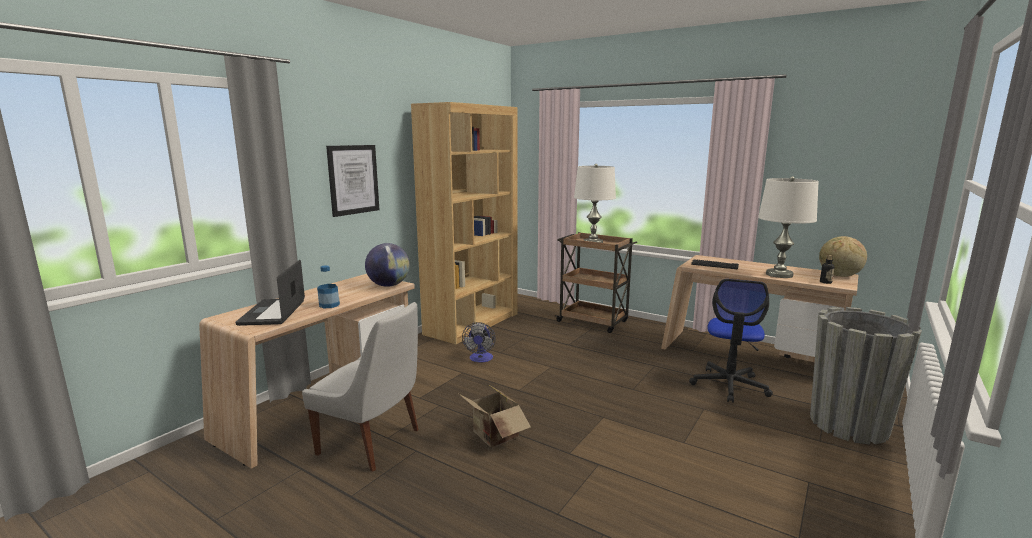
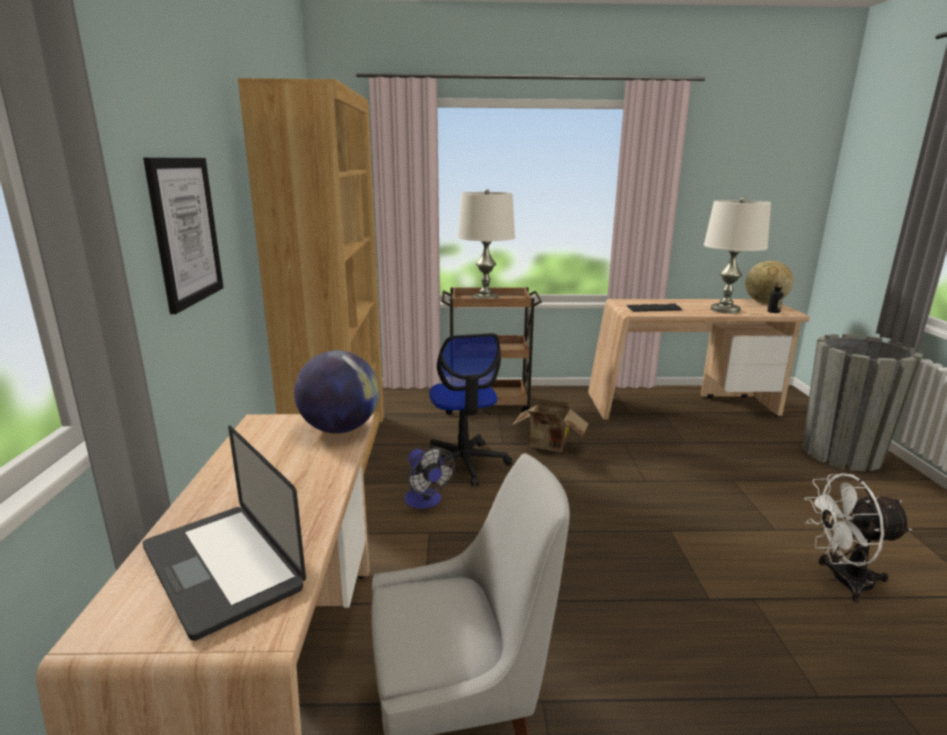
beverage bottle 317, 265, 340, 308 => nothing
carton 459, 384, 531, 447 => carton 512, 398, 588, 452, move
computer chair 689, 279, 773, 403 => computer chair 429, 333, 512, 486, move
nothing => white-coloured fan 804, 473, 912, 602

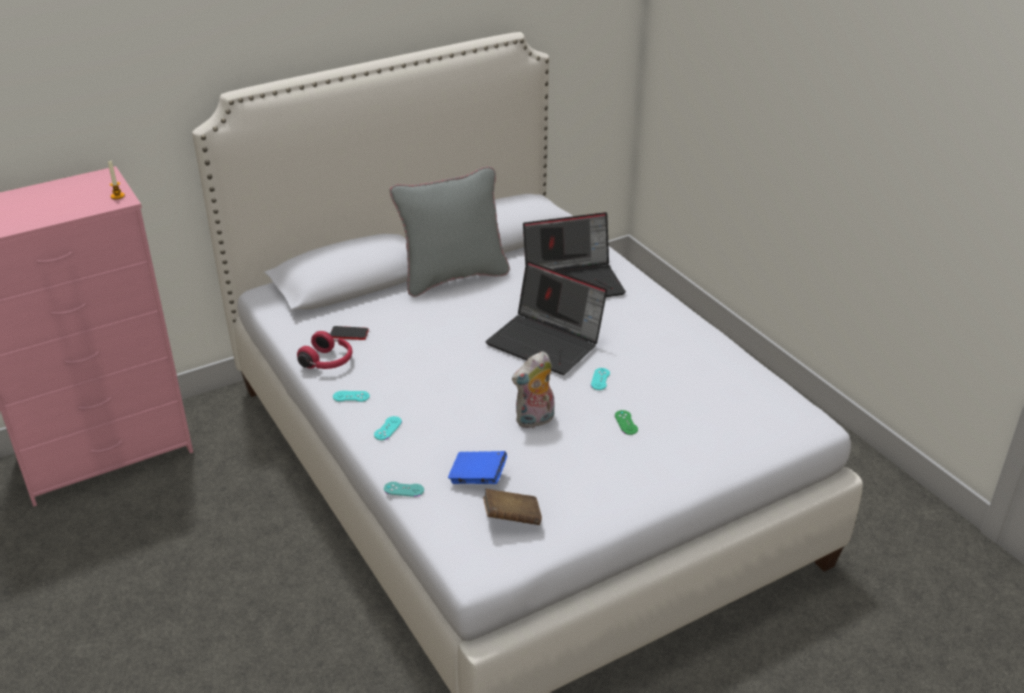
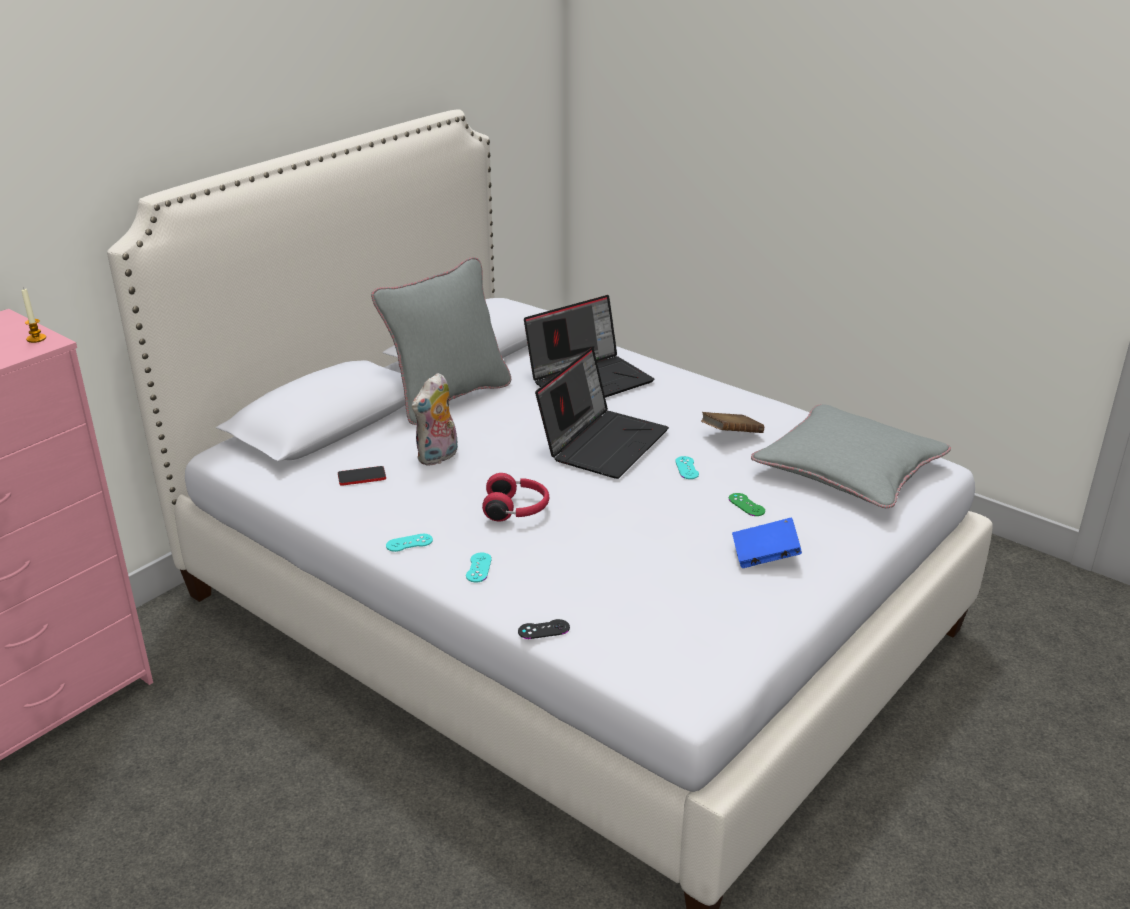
red-coloured headphones 297, 331, 352, 369 => red-coloured headphones 482, 473, 549, 522, move
turquoise joypad 384, 482, 424, 497 => blackish joypad 518, 619, 570, 639
bluish book 448, 451, 507, 484 => bluish book 732, 518, 802, 568, move
brown book 483, 489, 542, 525 => brown book 701, 412, 764, 433, move
laptop 486, 261, 607, 375 => laptop 535, 347, 669, 479, 75 degrees counterclockwise
cuddly toy 512, 351, 554, 428 => cuddly toy 412, 373, 458, 466, move
nothing => greyish throw pillow 751, 404, 951, 508

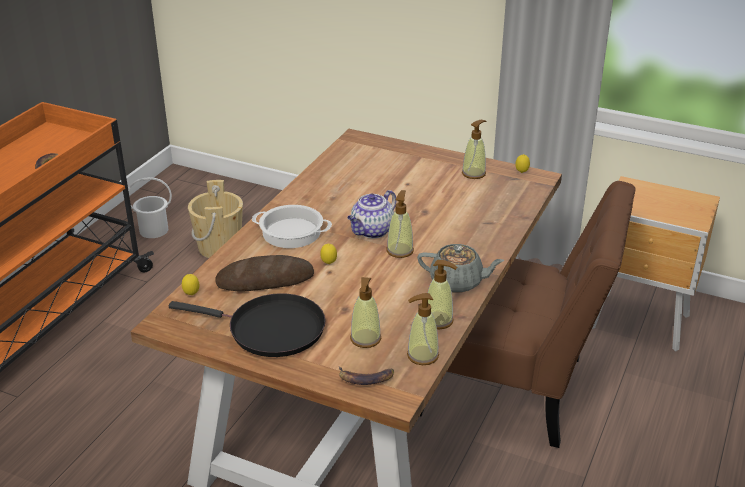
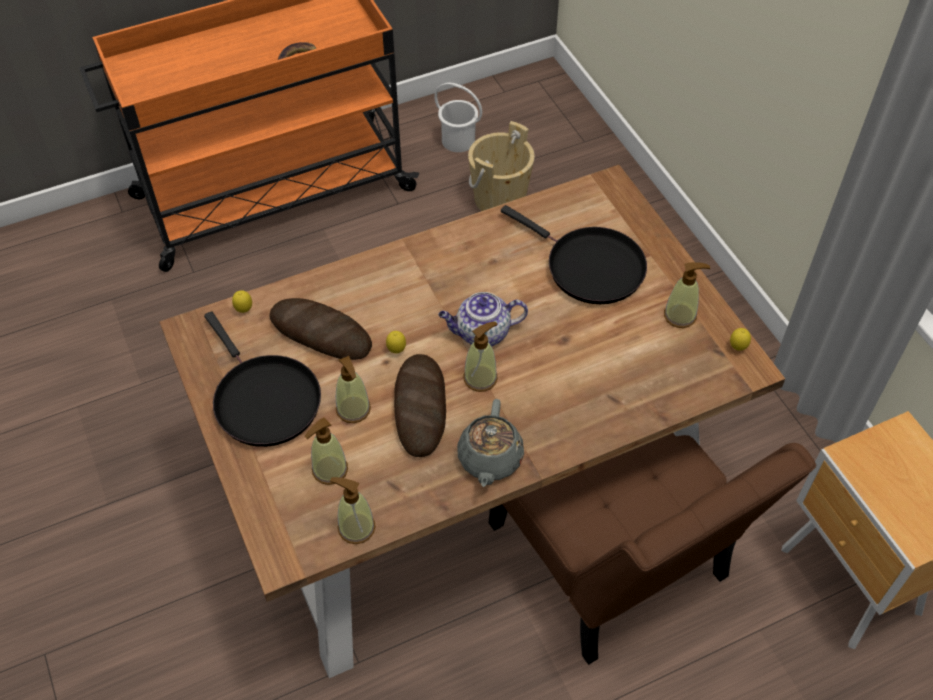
cooking pot 252, 205, 332, 248 => nothing
banana 339, 366, 394, 385 => nothing
greyish pot for tea 417, 244, 505, 293 => greyish pot for tea 457, 399, 524, 487, 45 degrees clockwise
soap dispenser 428, 260, 457, 329 => soap dispenser 336, 356, 371, 423, move
nothing => baked bread 394, 354, 446, 457
nothing => blackish pan 501, 205, 647, 304

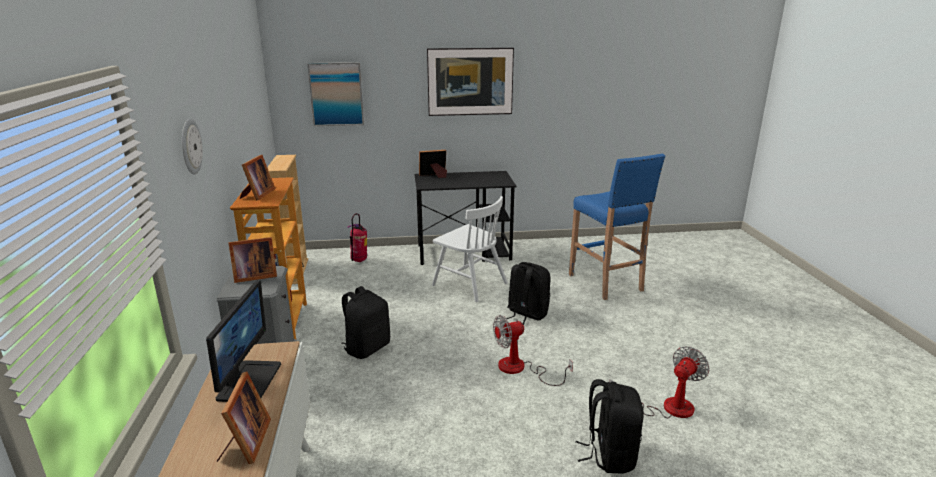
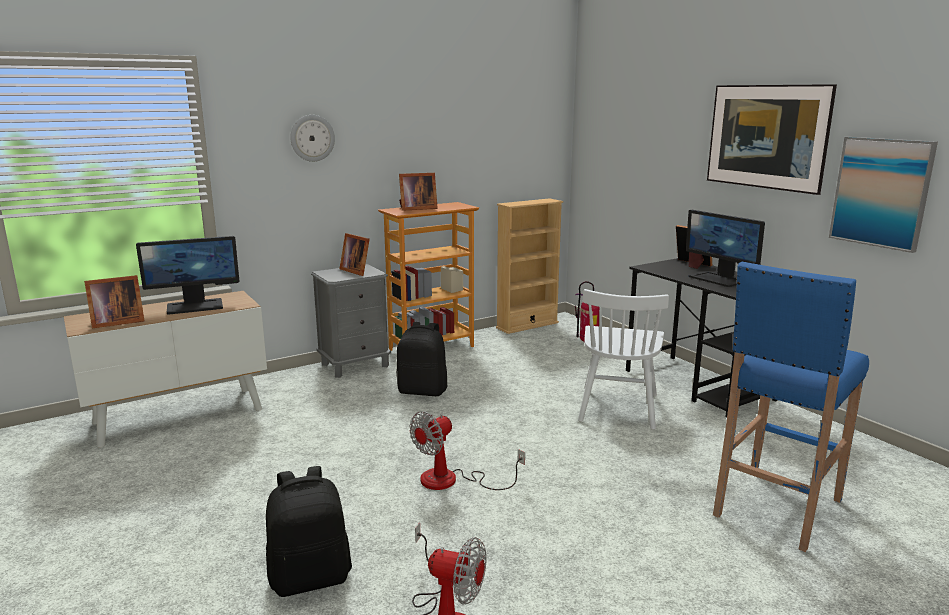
picture 307, 62, 364, 126 => picture 829, 137, 938, 253, move
fan 493, 315, 573, 386 => fan 409, 411, 525, 490, 90 degrees counterclockwise
blackish backpack 506, 262, 550, 325 => nothing
nothing => monitor 686, 210, 765, 287

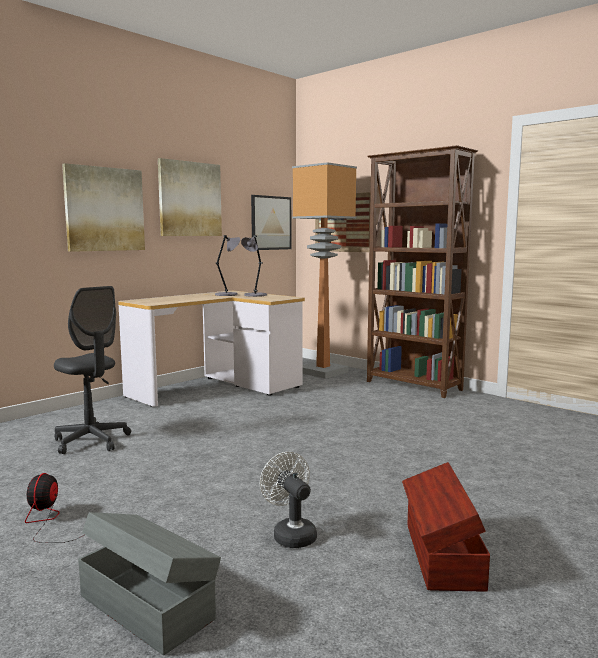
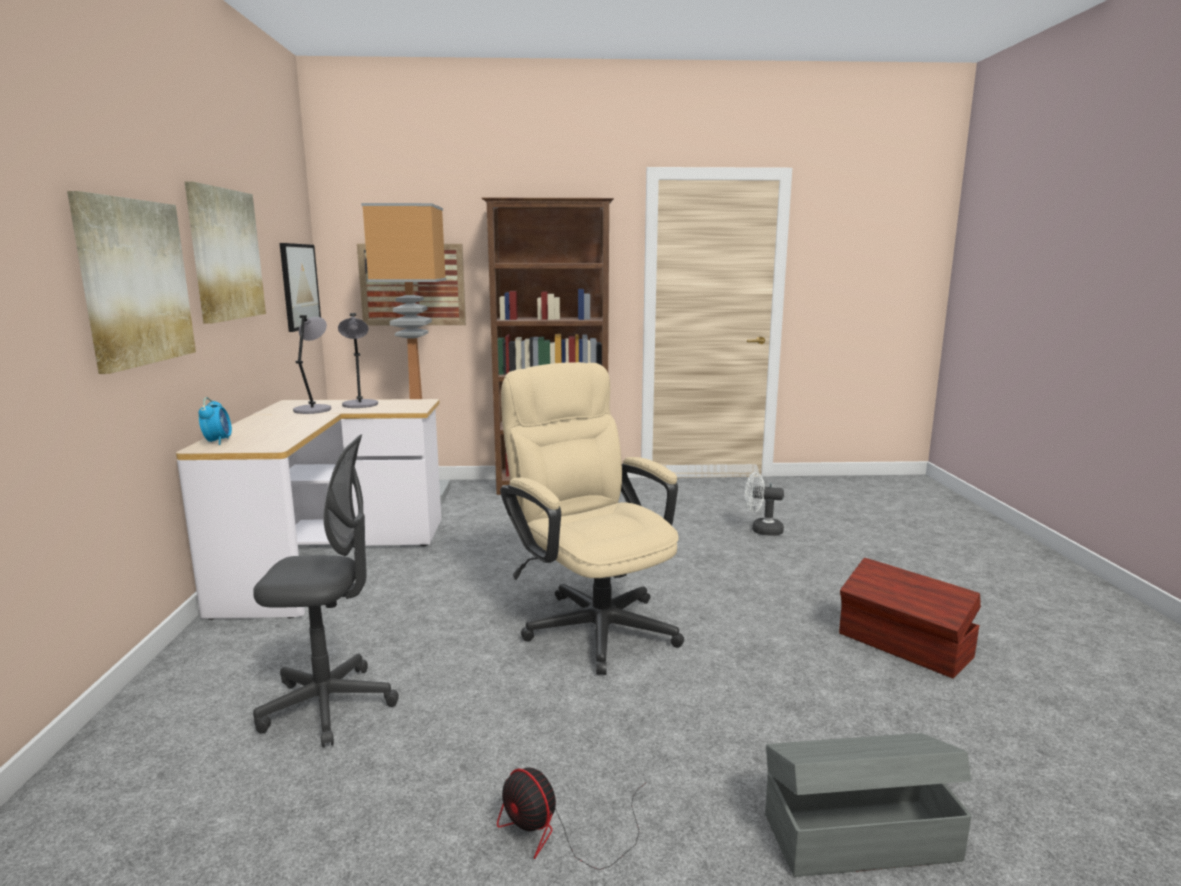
white-coloured fan 260, 452, 317, 548 => white-coloured fan 745, 472, 784, 536, move
nothing => table clock 198, 397, 232, 445
nothing => beige-coloured computer chair 500, 362, 684, 675

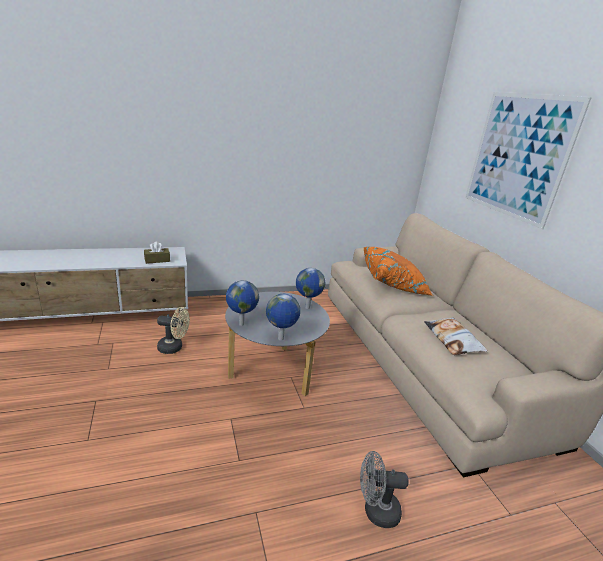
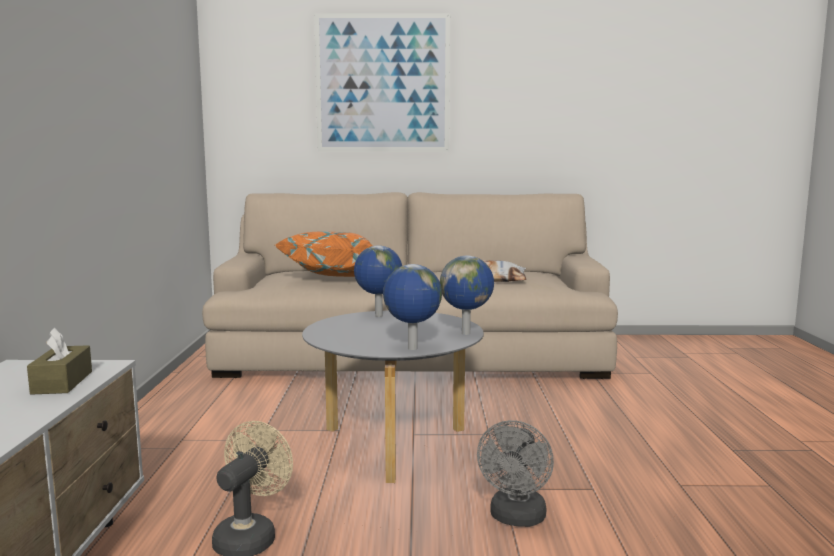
greyish fan 360, 451, 409, 528 => greyish fan 477, 420, 554, 527, move

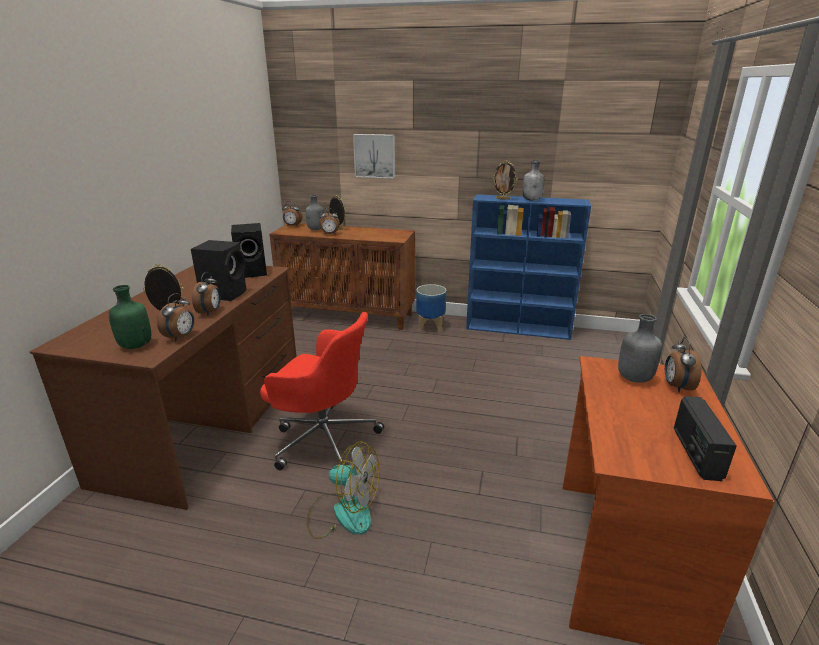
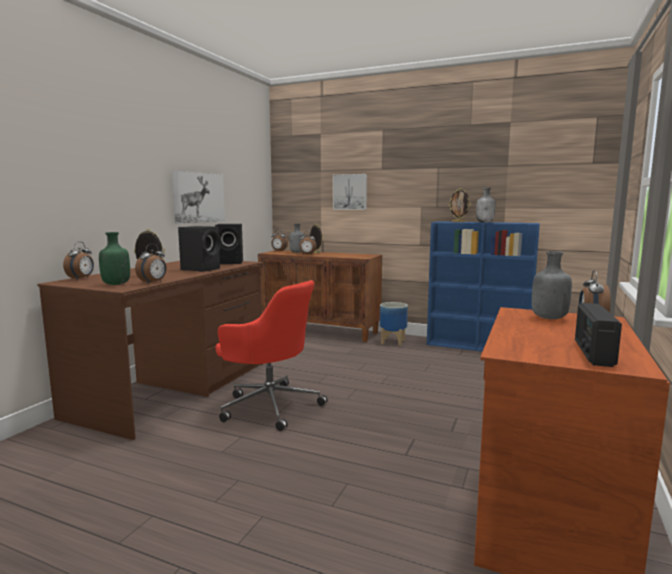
table clock 192, 272, 221, 316 => table clock 63, 242, 94, 280, move
fan 307, 441, 379, 539 => nothing
nothing => picture 172, 171, 225, 224

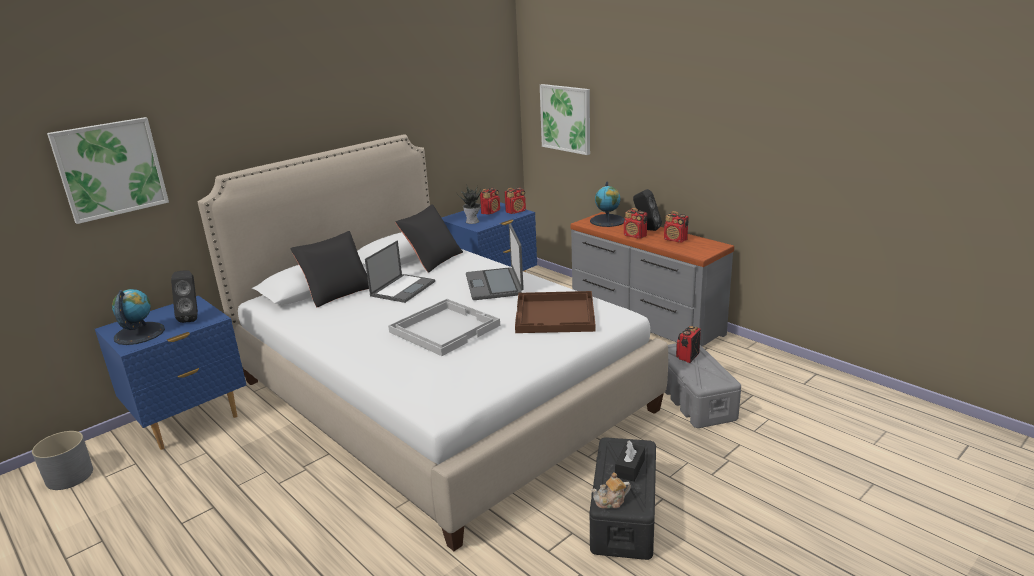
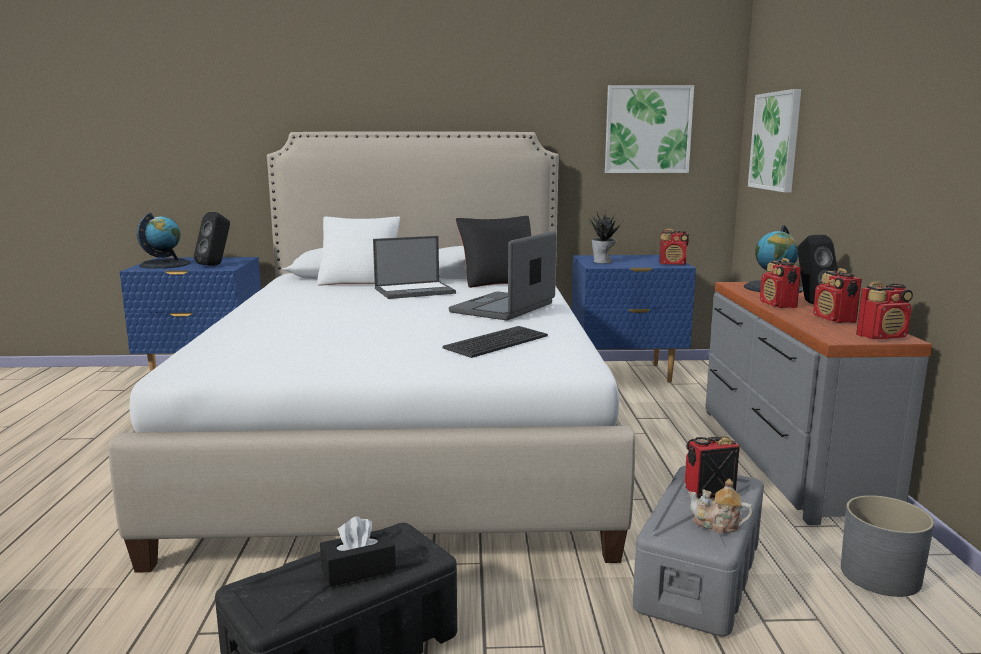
greyish plant pot 32, 431, 93, 490 => greyish plant pot 841, 495, 934, 597, move
picture 47, 117, 169, 224 => picture 605, 85, 694, 173, move
blackish throw pillow 290, 231, 369, 307 => white-coloured throw pillow 317, 217, 400, 286
white-coloured serving tray 388, 299, 500, 356 => nothing
radio 480, 188, 500, 215 => radio 856, 281, 913, 339, move
brown serving tray 515, 291, 596, 333 => keyboard 442, 326, 548, 358
pot for tea 591, 472, 631, 509 => pot for tea 688, 479, 753, 534, move

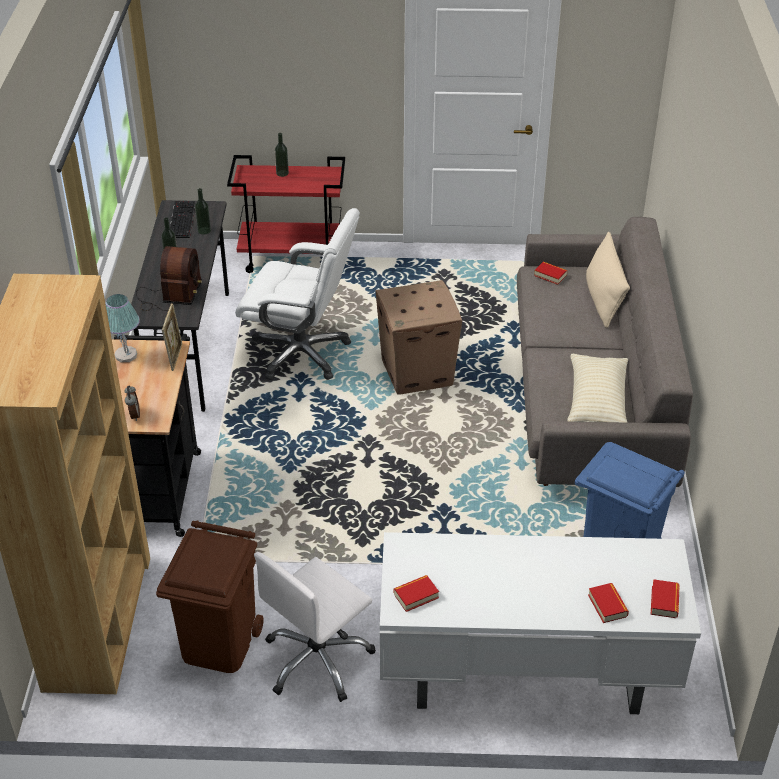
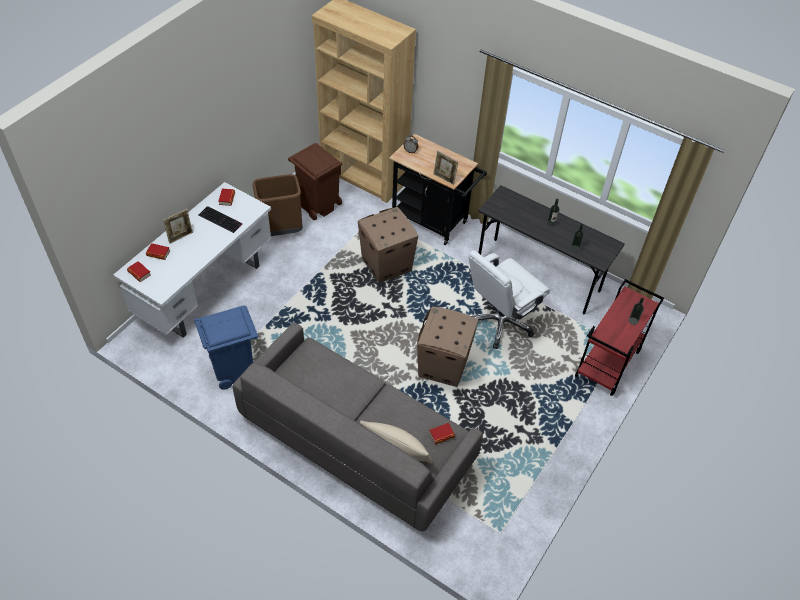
lamp for a table 105, 294, 140, 362 => nothing
radio 136, 246, 202, 311 => nothing
keyboard 170, 201, 196, 238 => keyboard 198, 206, 242, 233, move
white-coloured computer chair 254, 552, 376, 702 => brown rubbish bin 252, 174, 303, 236
beige-coloured throw pillow 567, 354, 628, 422 => nothing
nothing => photo frame 163, 209, 193, 244
nothing => carton 358, 207, 419, 283

